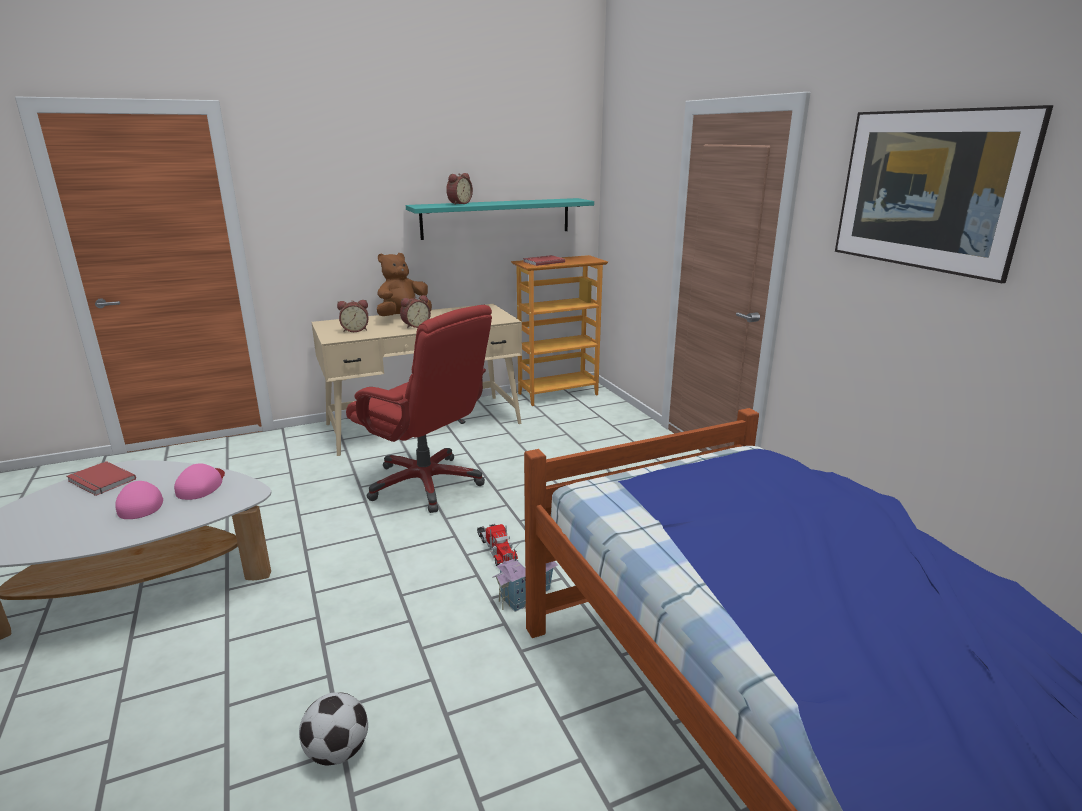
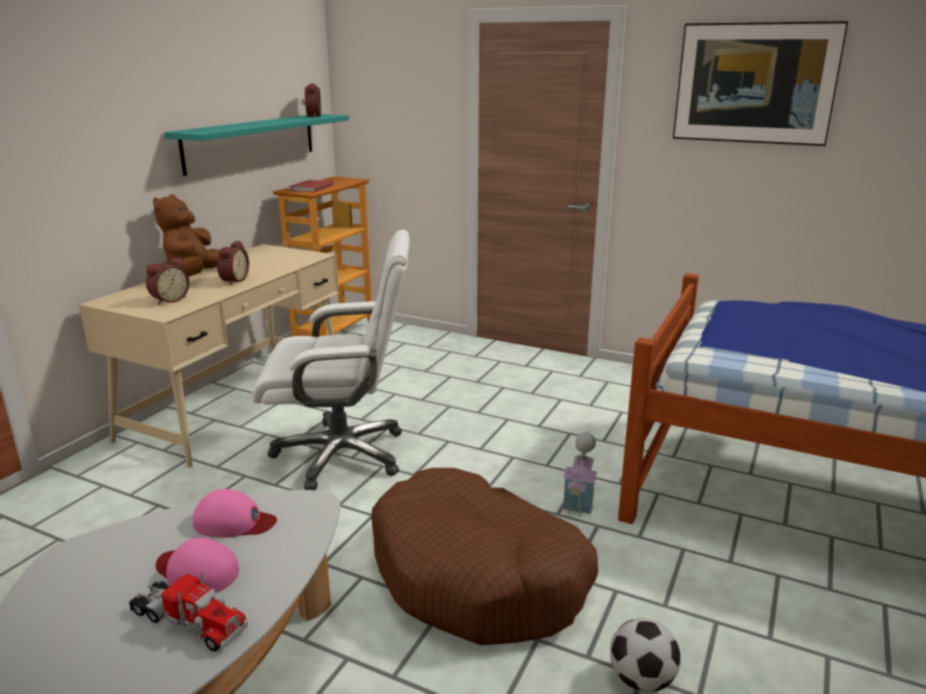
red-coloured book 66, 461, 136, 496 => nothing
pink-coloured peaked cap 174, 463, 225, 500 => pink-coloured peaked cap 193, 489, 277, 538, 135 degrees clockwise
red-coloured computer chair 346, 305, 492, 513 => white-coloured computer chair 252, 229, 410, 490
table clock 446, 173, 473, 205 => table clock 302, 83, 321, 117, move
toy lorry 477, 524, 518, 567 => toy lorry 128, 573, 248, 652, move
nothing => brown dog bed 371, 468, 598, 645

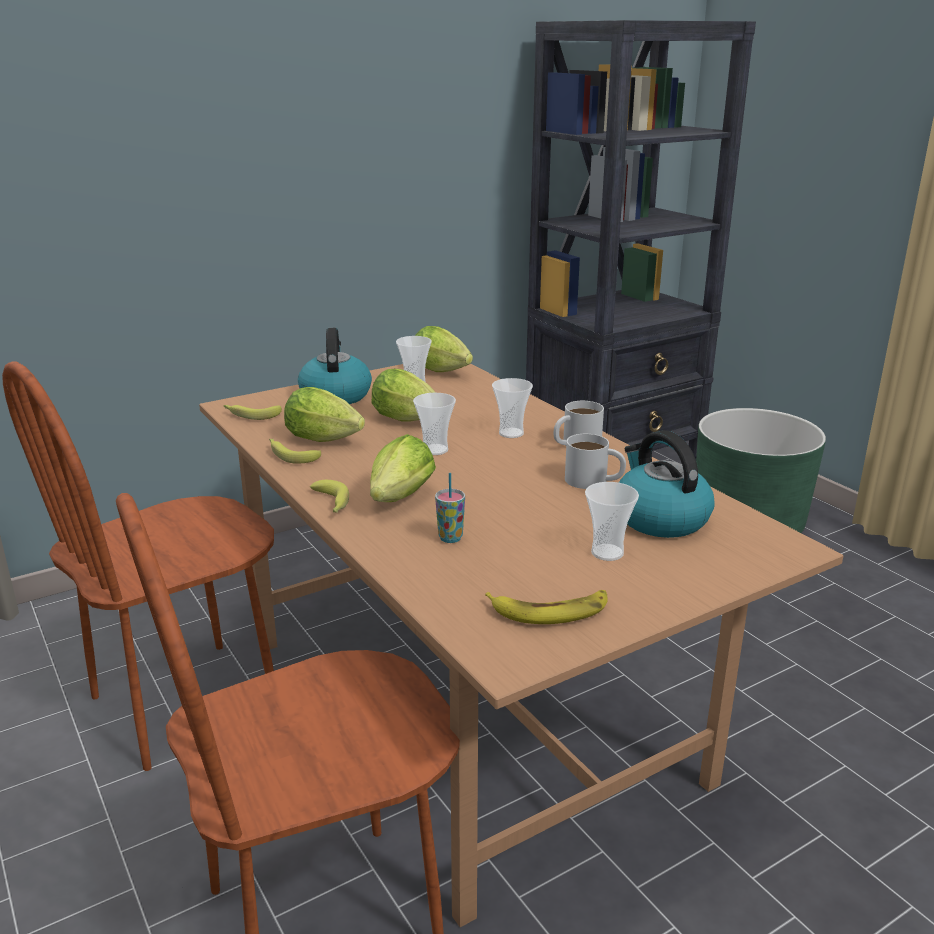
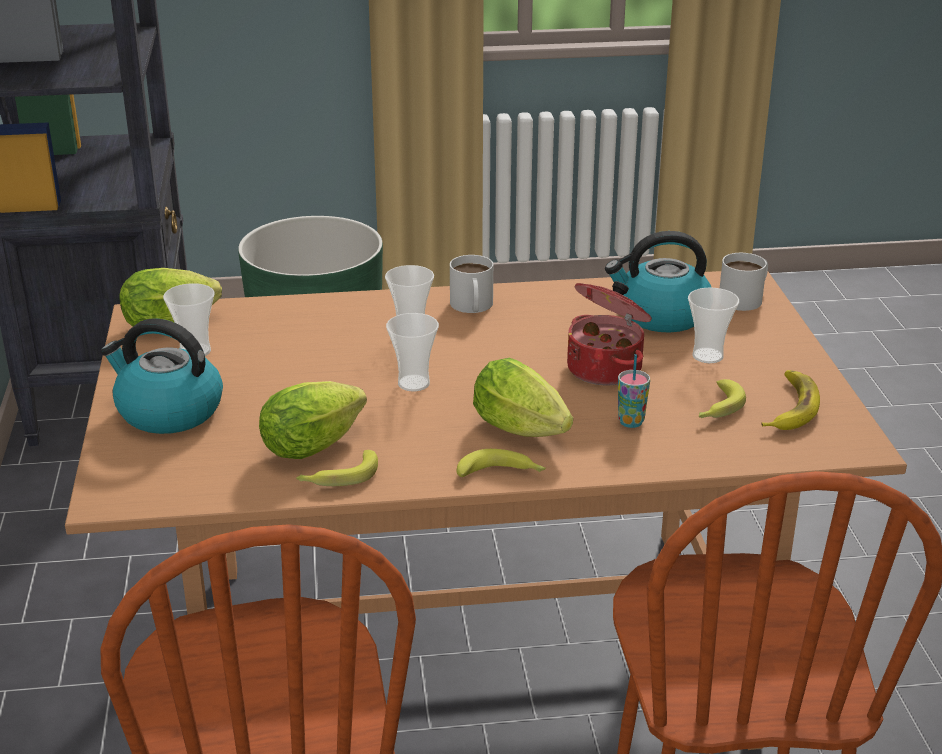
banana 223, 405, 282, 420 => banana 699, 379, 746, 418, move
head of lettuce 372, 369, 436, 422 => nothing
white-coloured coffee mug 565, 434, 626, 489 => white-coloured coffee mug 720, 253, 768, 311, move
nothing => cooking pot 567, 281, 652, 386

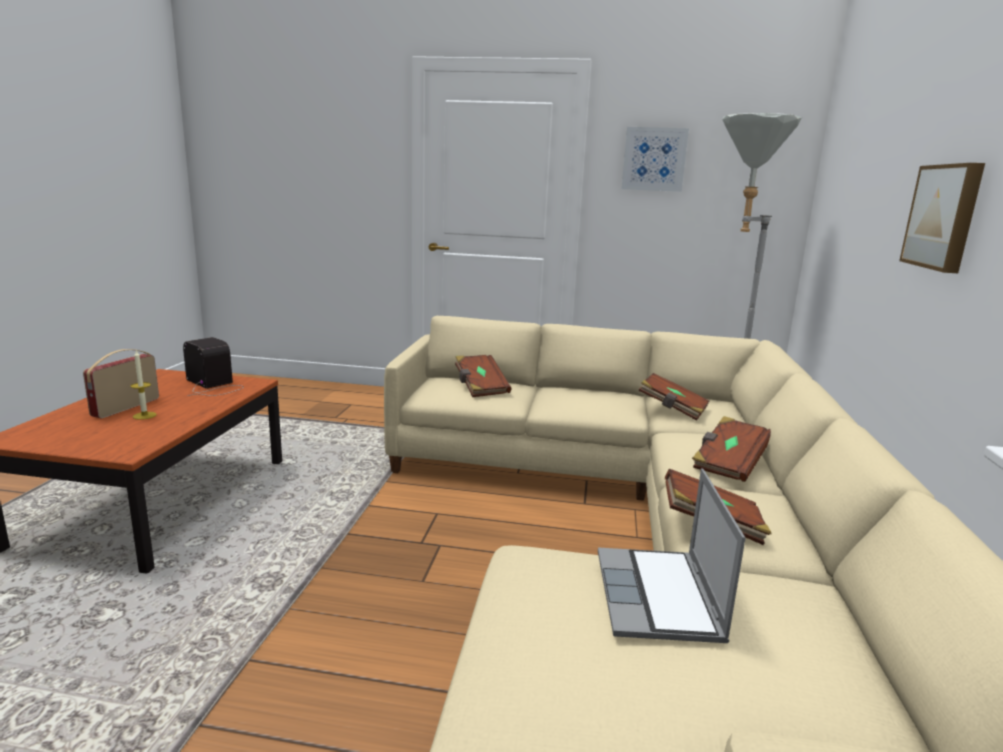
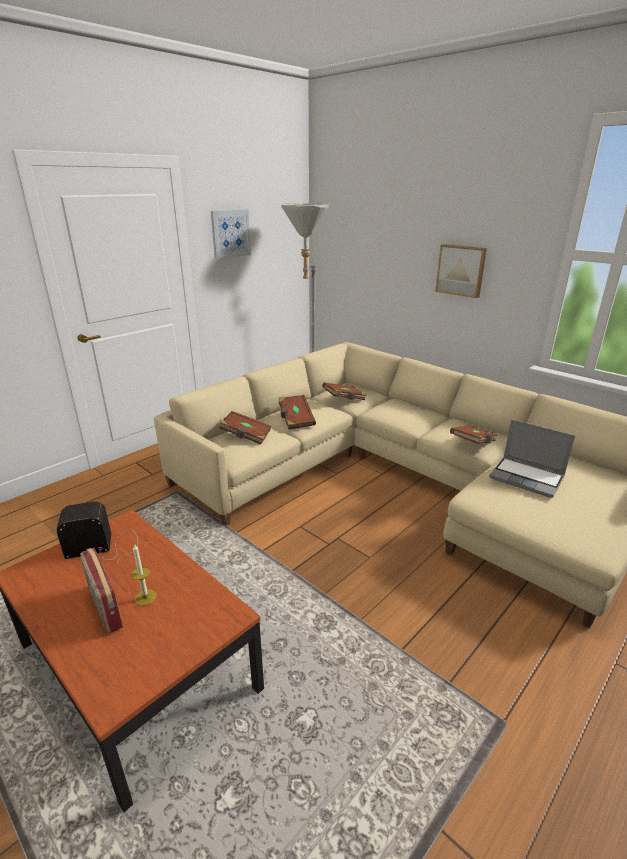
brown book 692, 416, 771, 482 => brown book 279, 395, 316, 430, move

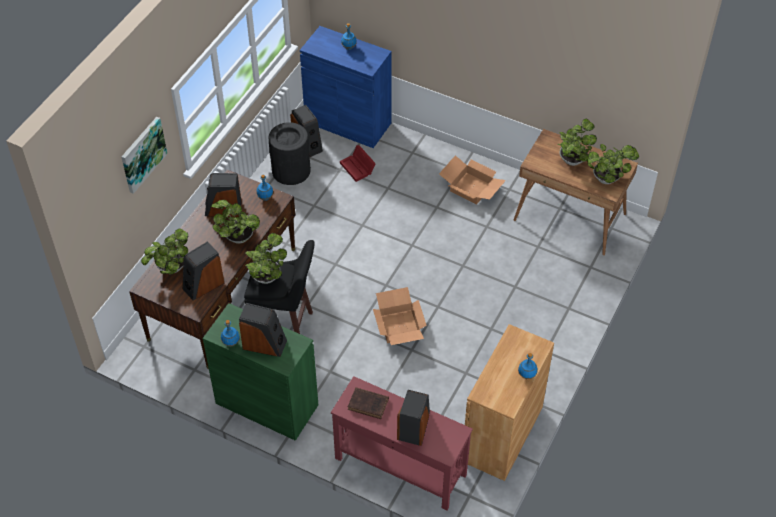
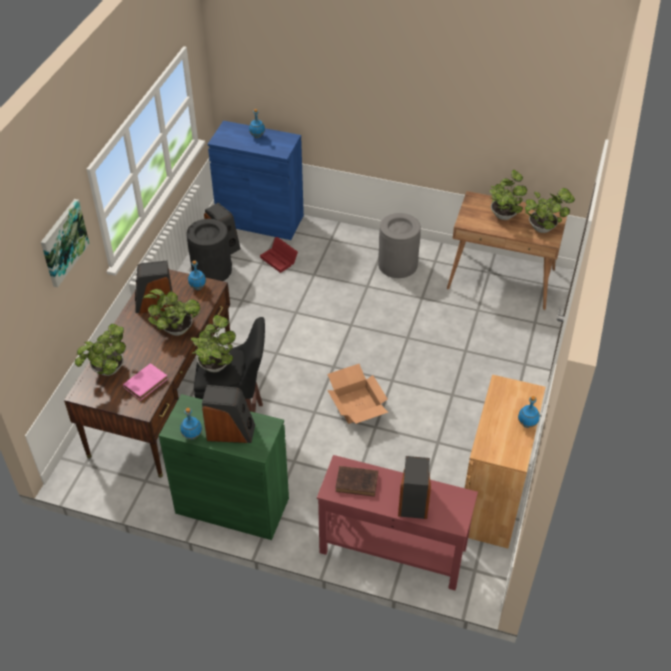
speaker 182, 241, 224, 300 => pink-coloured book 123, 363, 168, 400
carton 439, 156, 506, 205 => greyish rubbish bin 378, 213, 421, 278

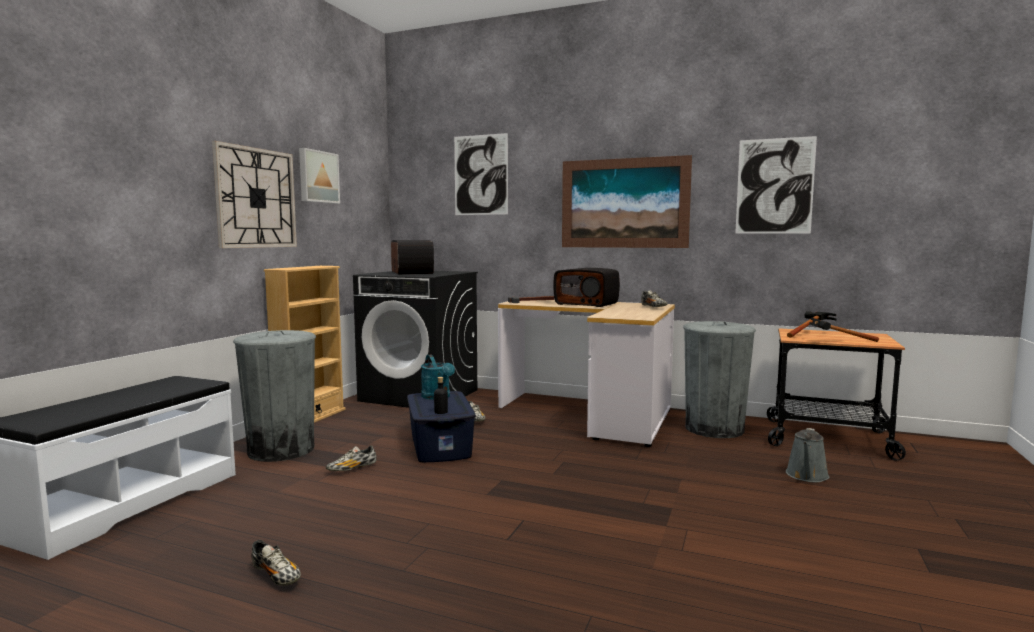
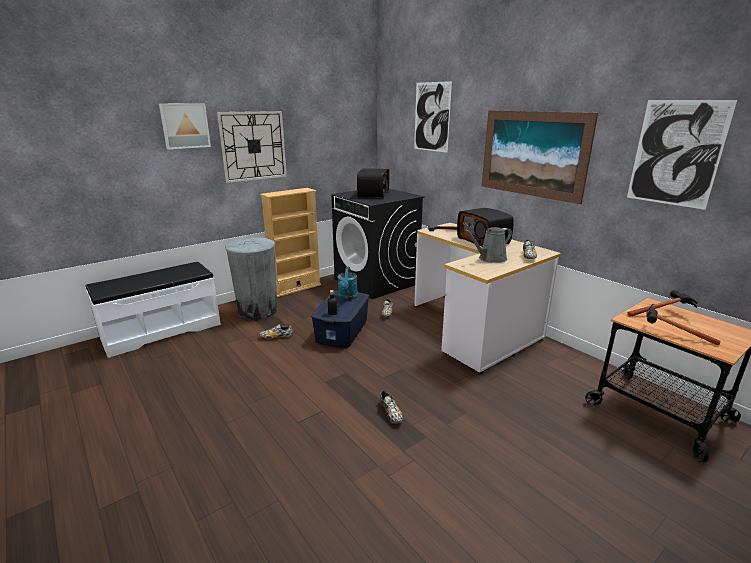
shoe 252, 540, 301, 586 => shoe 380, 390, 403, 424, move
picture 299, 148, 340, 204 => picture 159, 103, 211, 149, move
greyish rubbish bin 683, 321, 756, 438 => nothing
greyish watering can 786, 428, 830, 482 => greyish watering can 465, 227, 512, 263, move

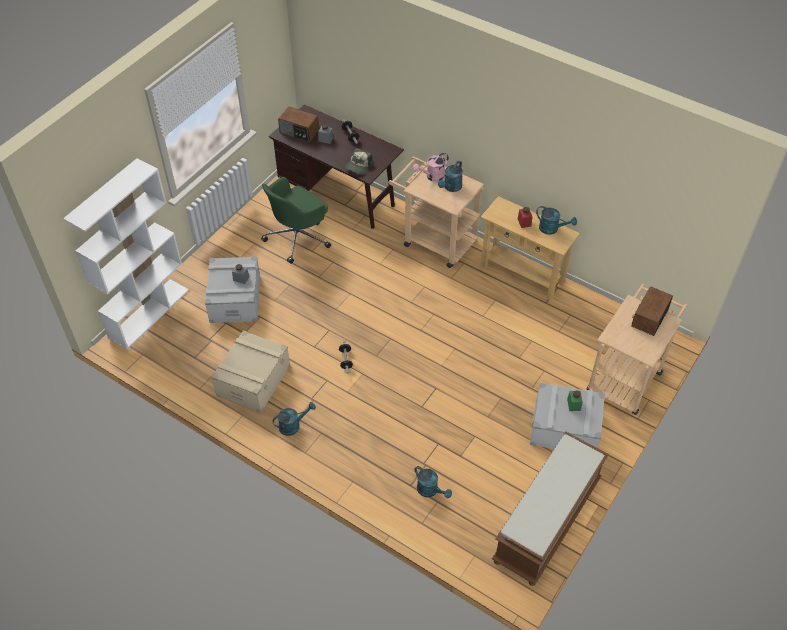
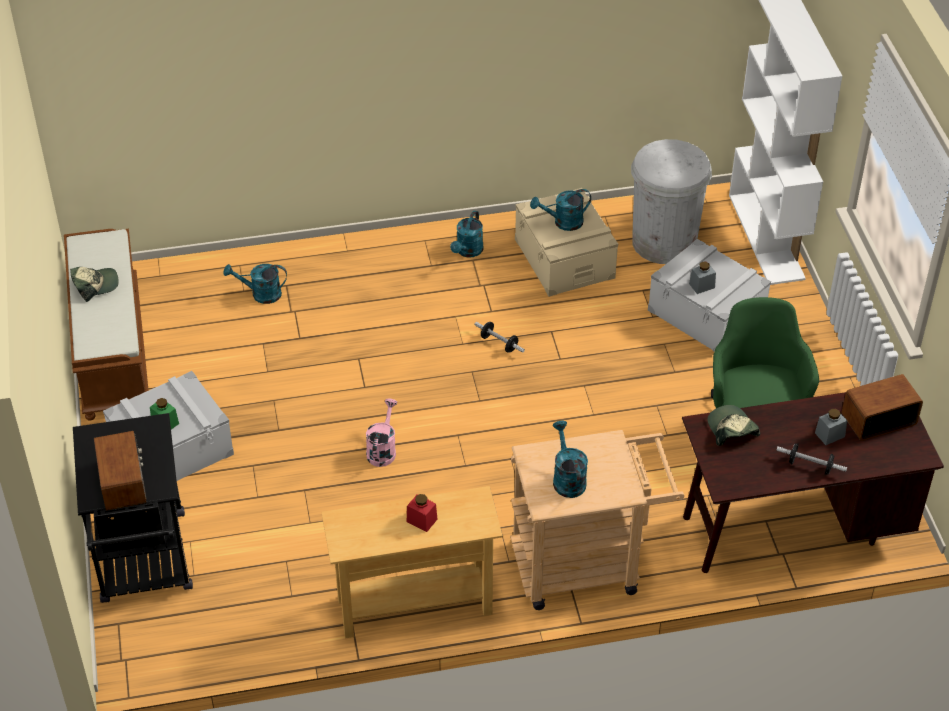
pink-coloured watering can 413, 153, 449, 182 => pink-coloured watering can 366, 398, 398, 467, move
turquoise watering can 536, 206, 577, 235 => turquoise watering can 530, 189, 591, 231, move
beige-coloured cart 587, 284, 687, 415 => blackish cart 73, 413, 193, 603
nothing => peaked cap 70, 267, 119, 302
nothing => white-coloured rubbish bin 631, 139, 712, 264

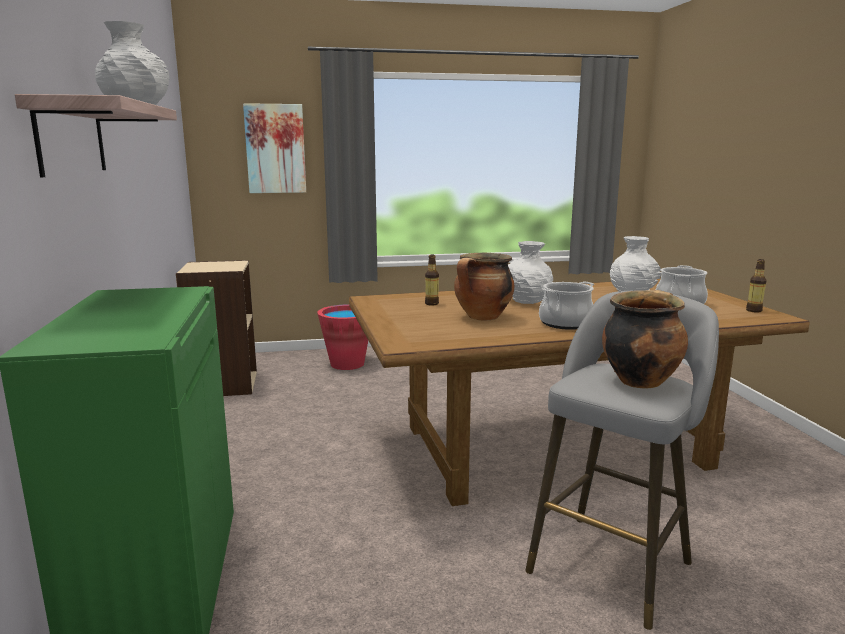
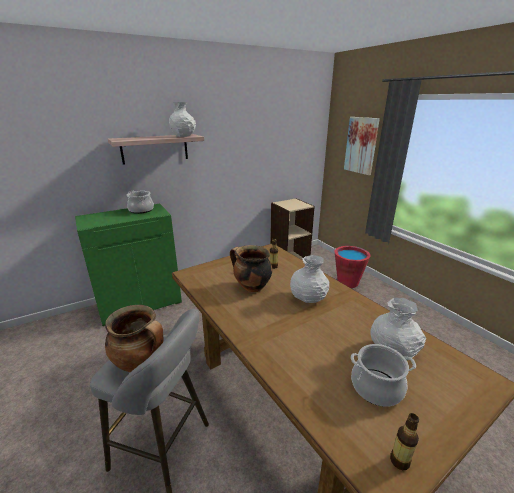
cooking pot 539, 281, 594, 330 => cooking pot 127, 191, 154, 214, move

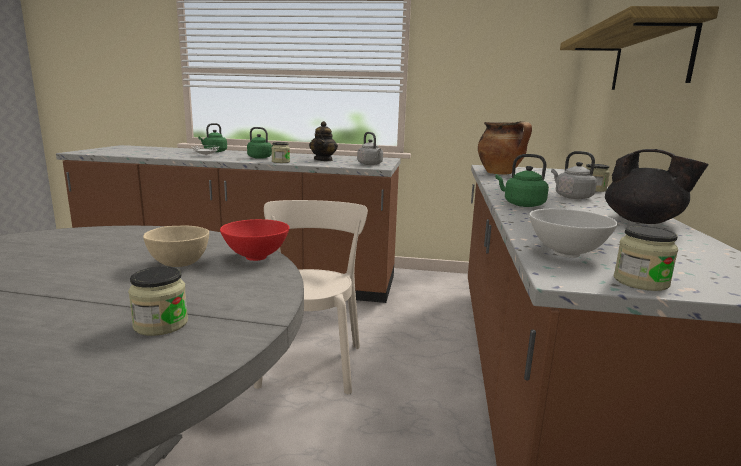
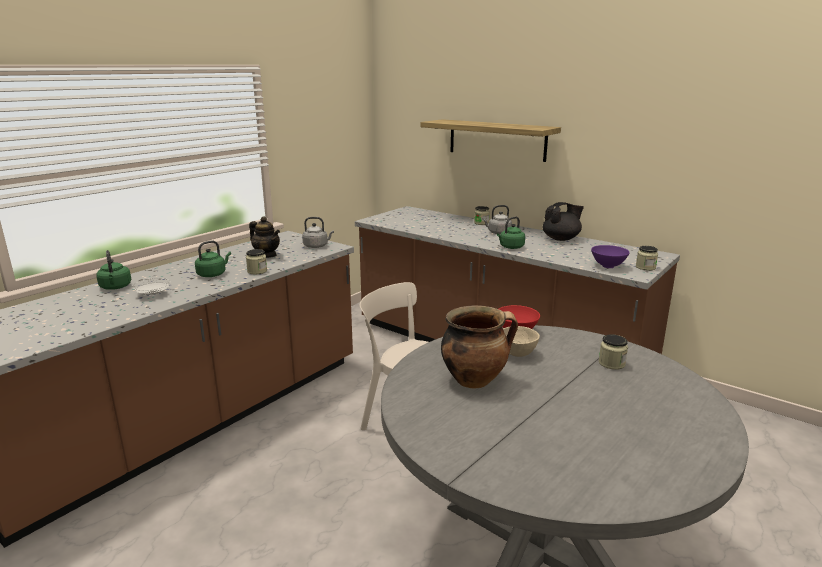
cooking pot 478, 121, 532, 174 => cooking pot 441, 305, 518, 389, move
white-coloured serving bowl 529, 209, 618, 258 => purple serving bowl 591, 245, 630, 268

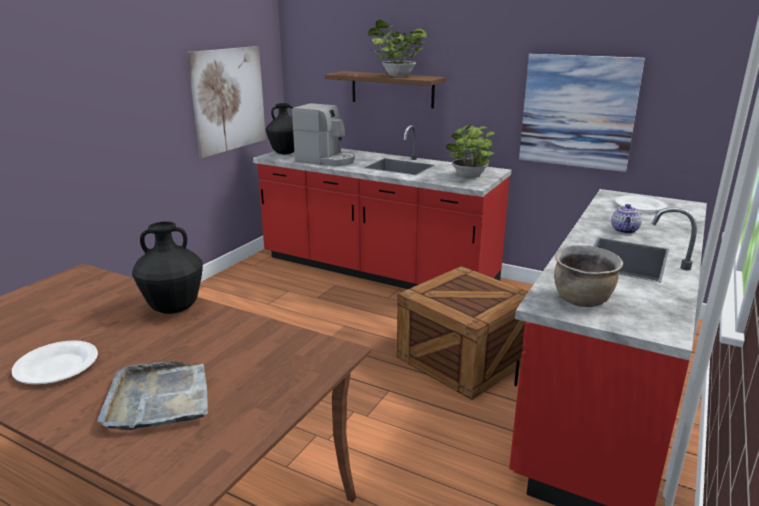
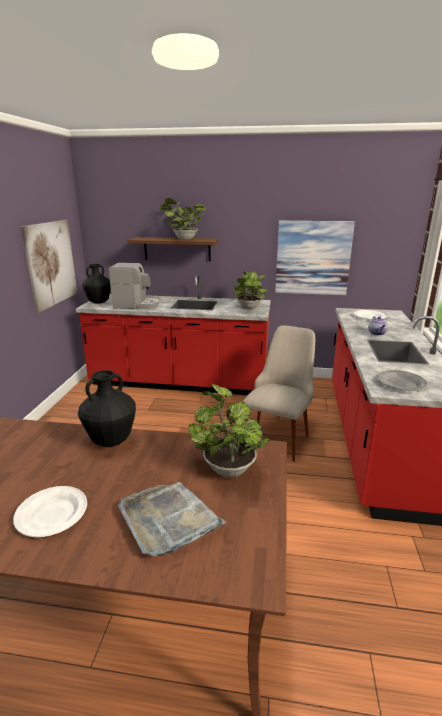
shipping crate 397, 266, 529, 400 => beige-coloured upright chair 243, 325, 315, 462
brown cooking pot 554, 245, 623, 307 => greyish plate 377, 370, 428, 391
nothing => plant in a pot 189, 384, 270, 478

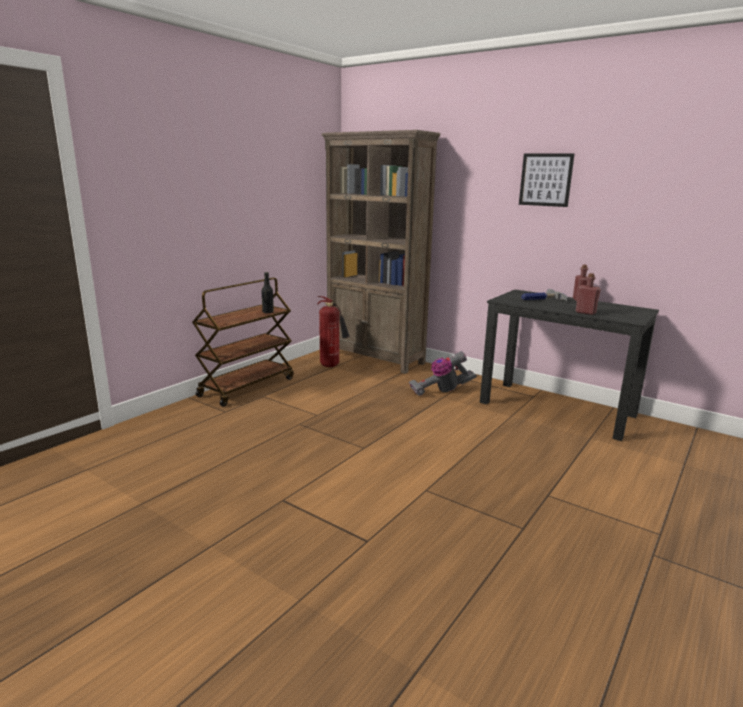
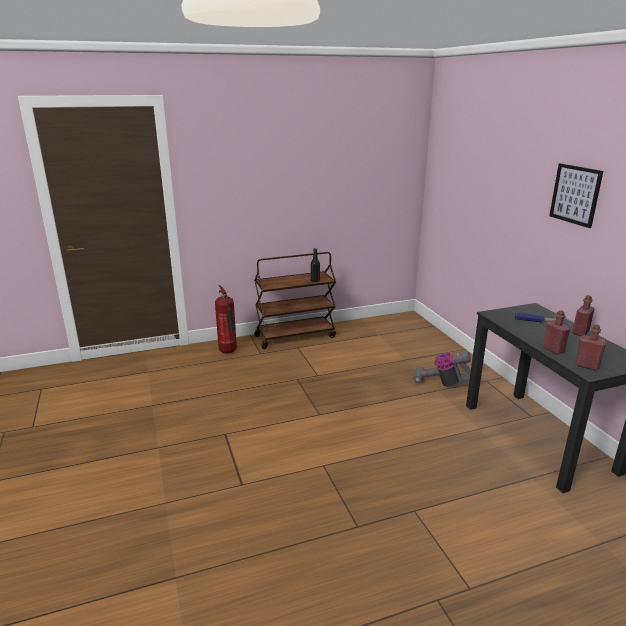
fire-fighting cylinder 317, 296, 350, 367 => fire-fighting cylinder 215, 285, 237, 354, move
brown shelving unit 321, 130, 440, 374 => nothing
nothing => red-coloured beverage bottle 575, 324, 607, 371

